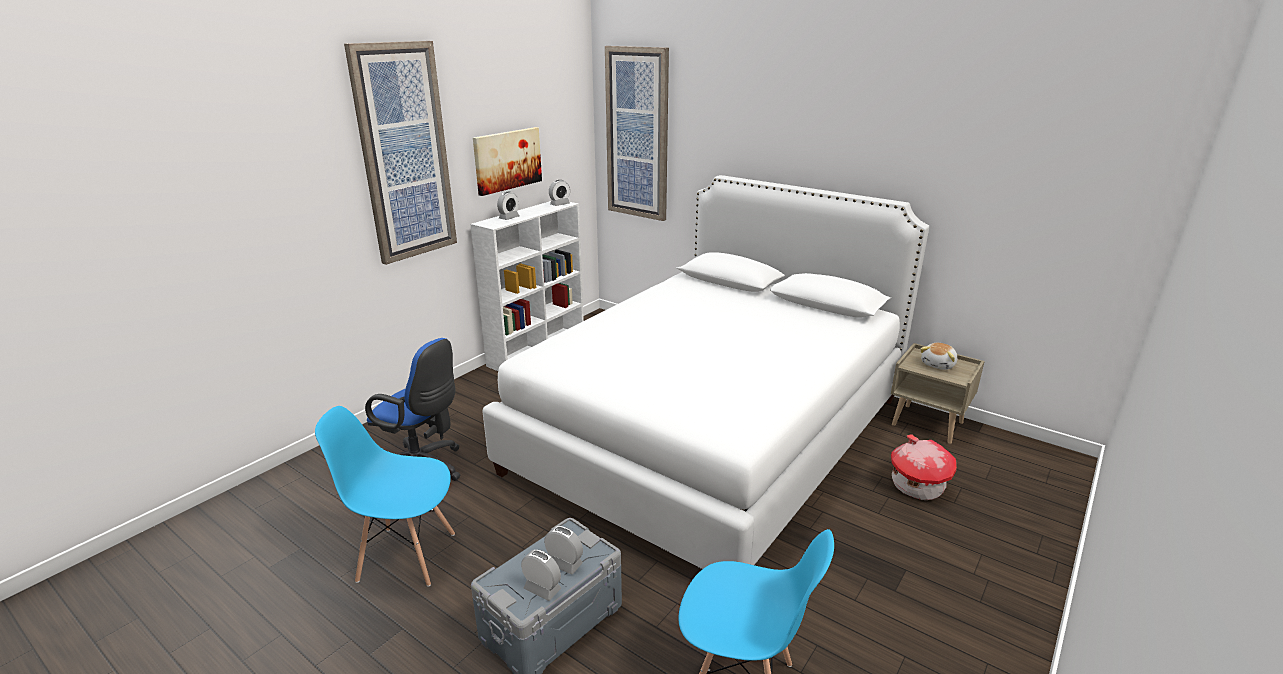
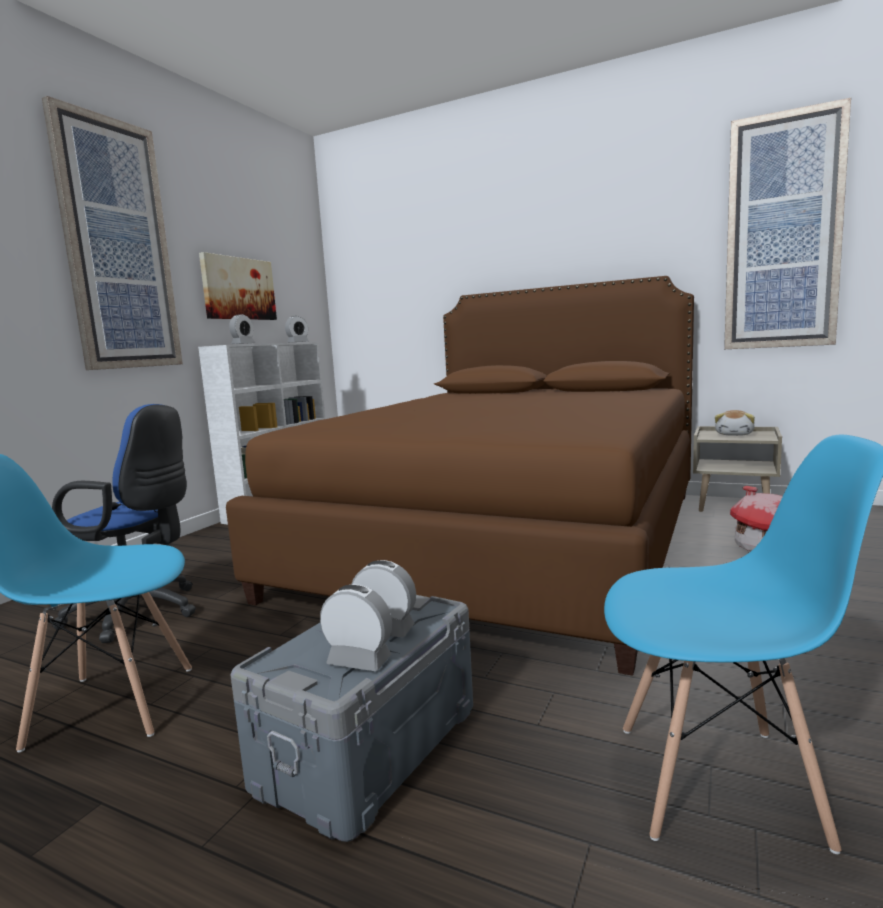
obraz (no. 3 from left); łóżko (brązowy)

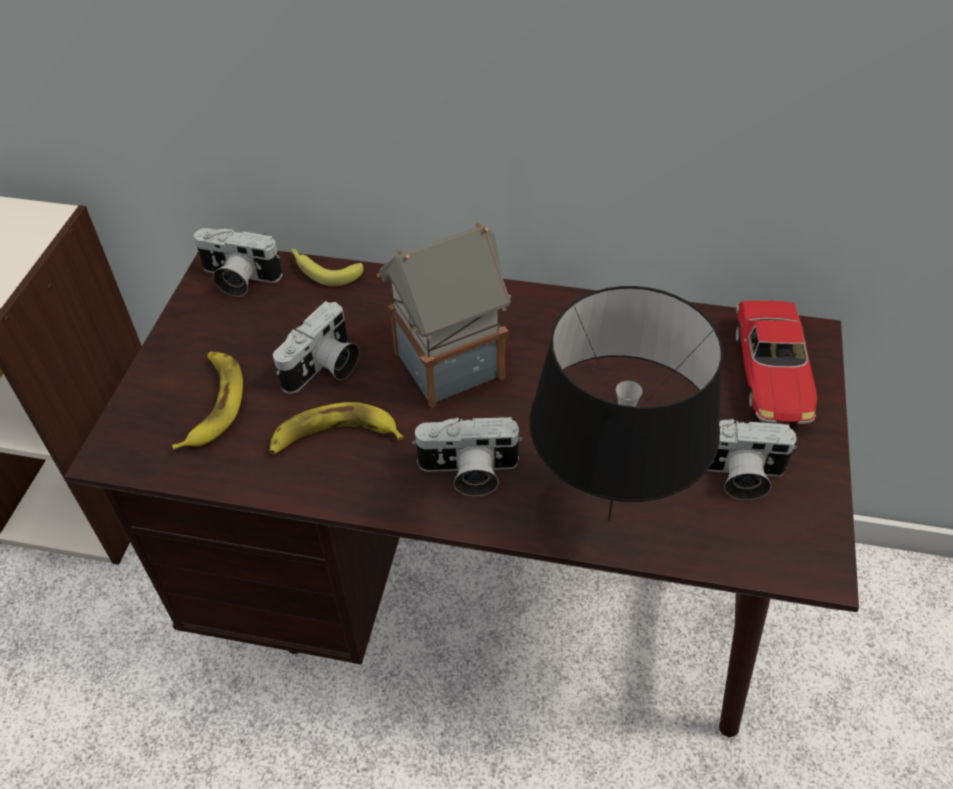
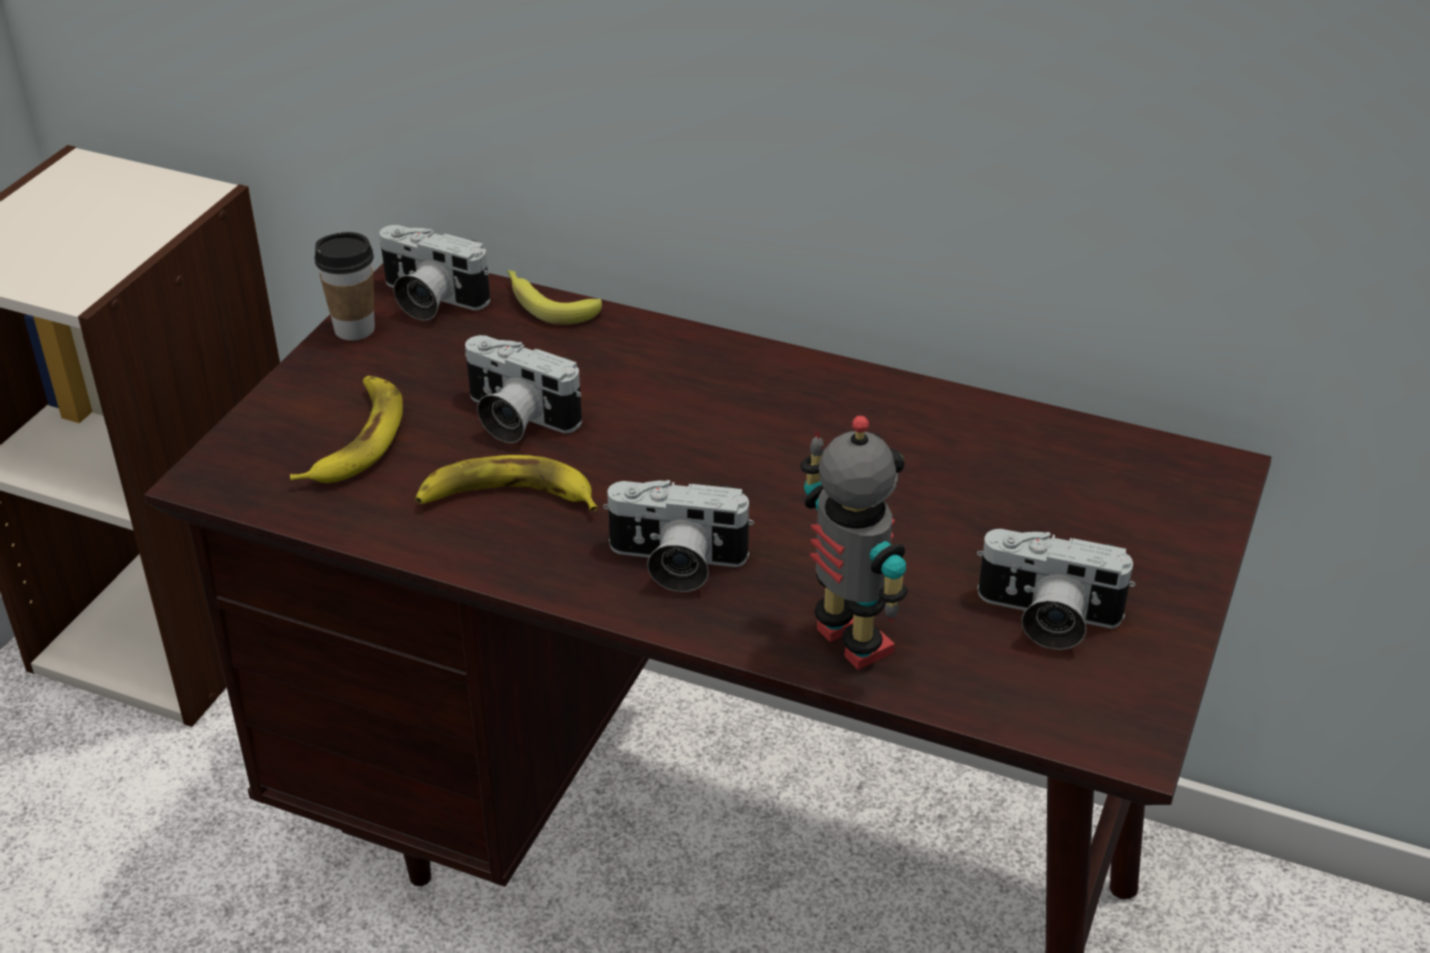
domek; samochodzik; filiżanka; robot zabawkowy; aparat fotograficzny (no. 2 from left)

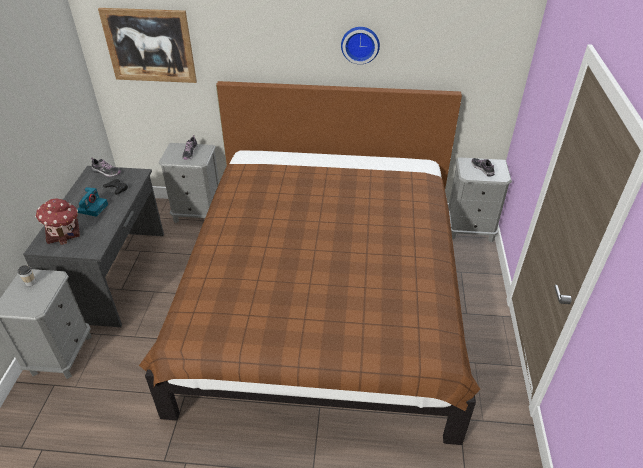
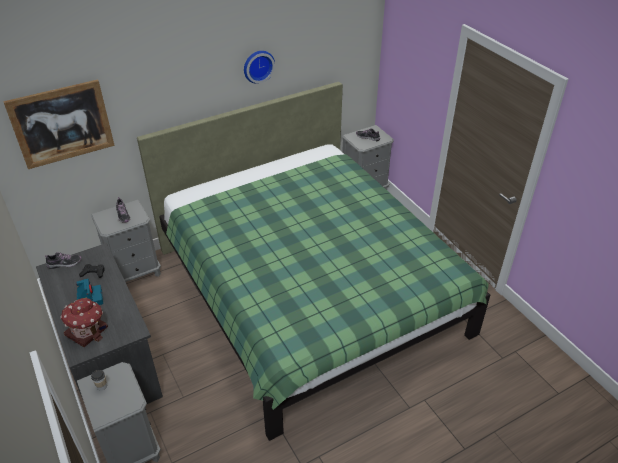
łóżko (zielony)

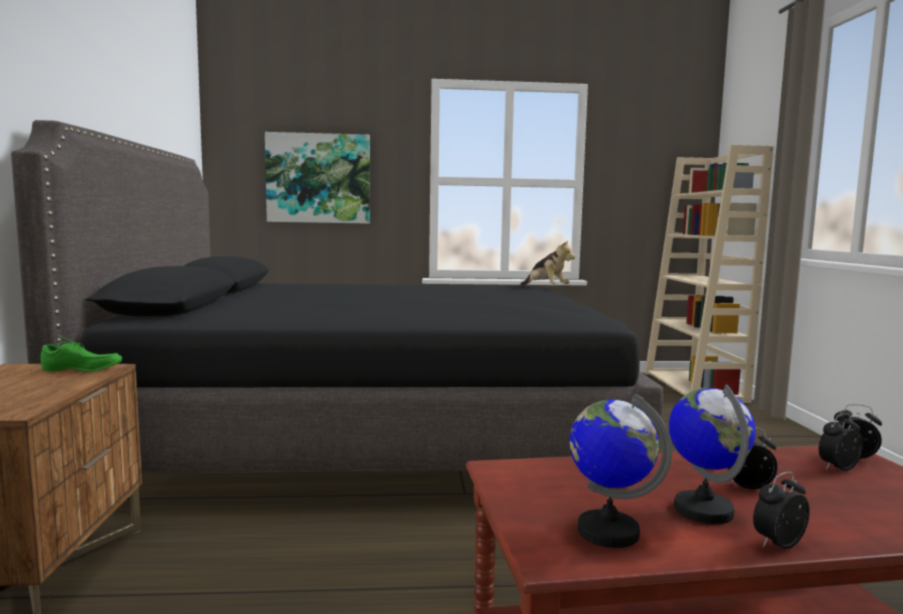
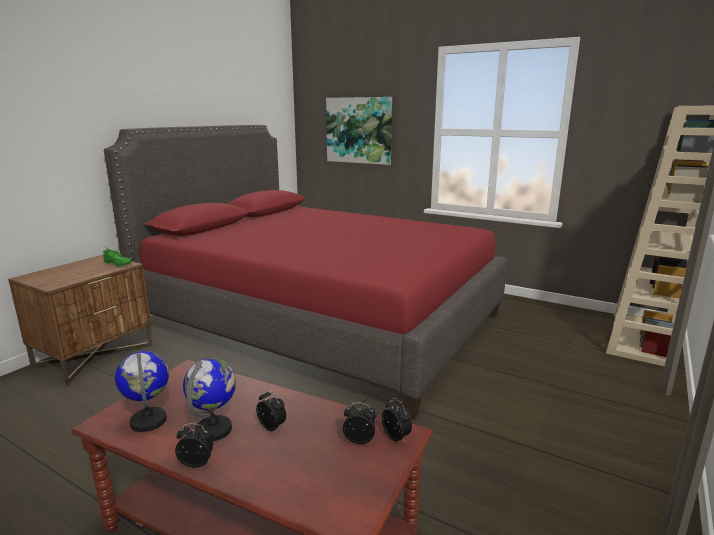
pluszak; łóżko (czerwony)

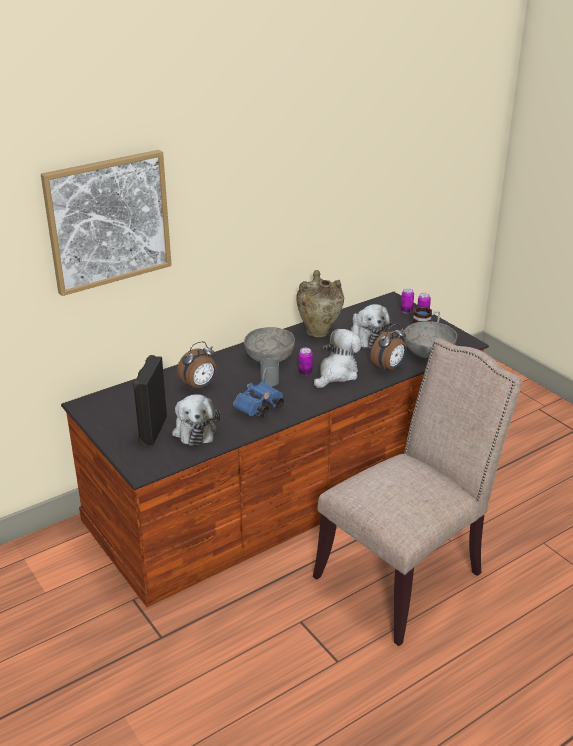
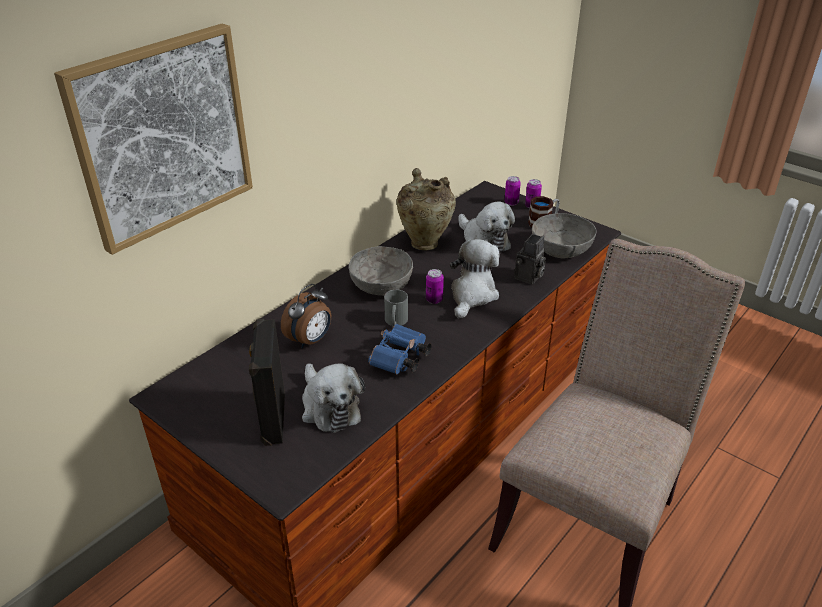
aparat fotograficzny

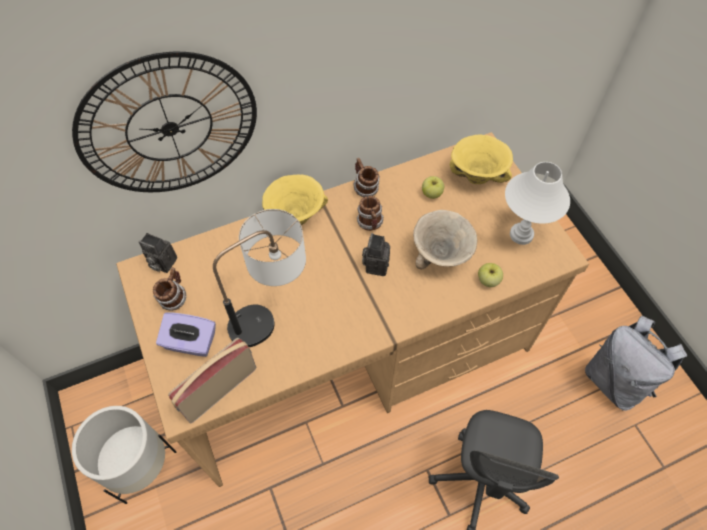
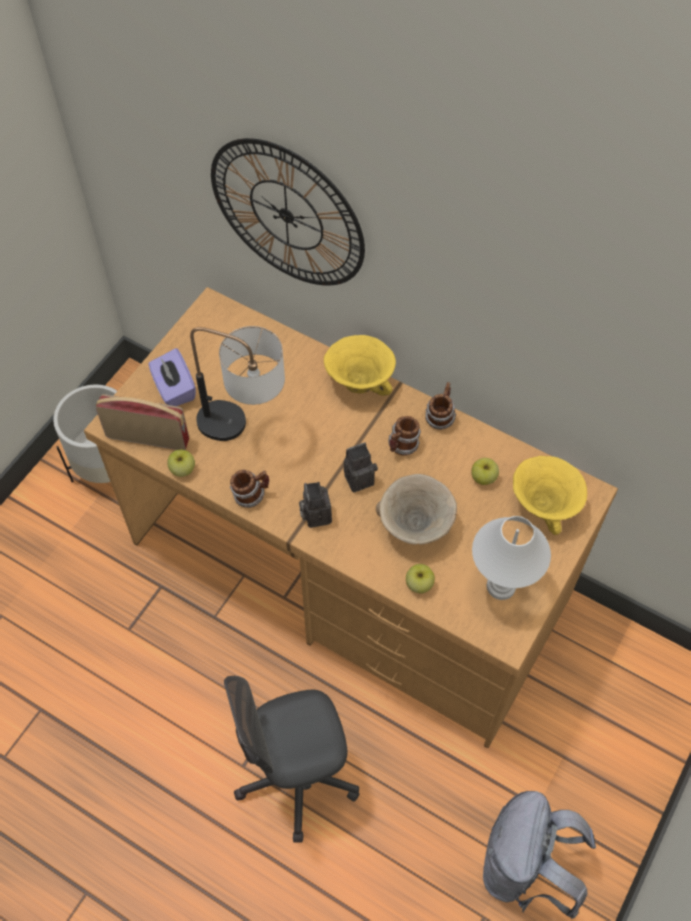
jabłko (no. 1 from left); aparat fotograficzny (no. 1 from left); kubek (no. 1 from left)

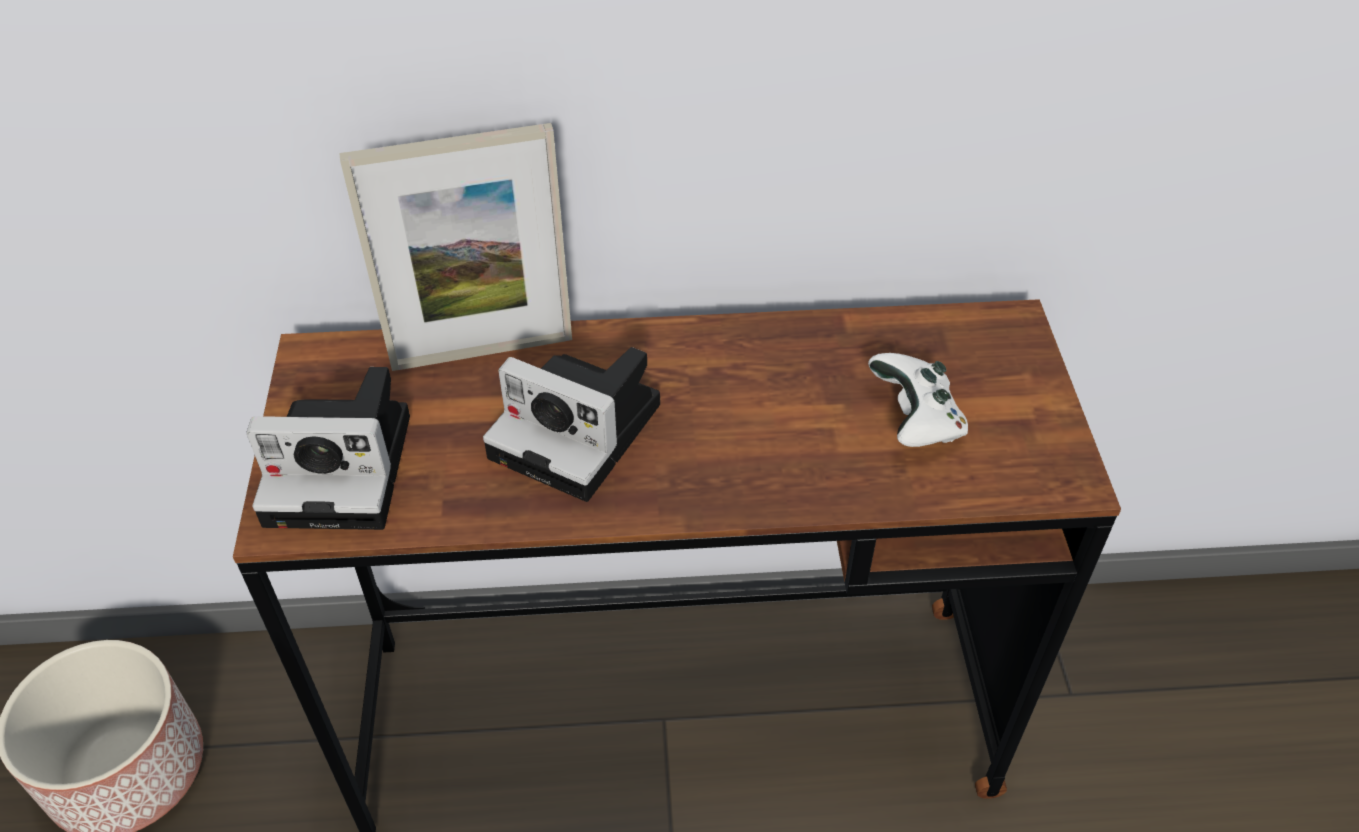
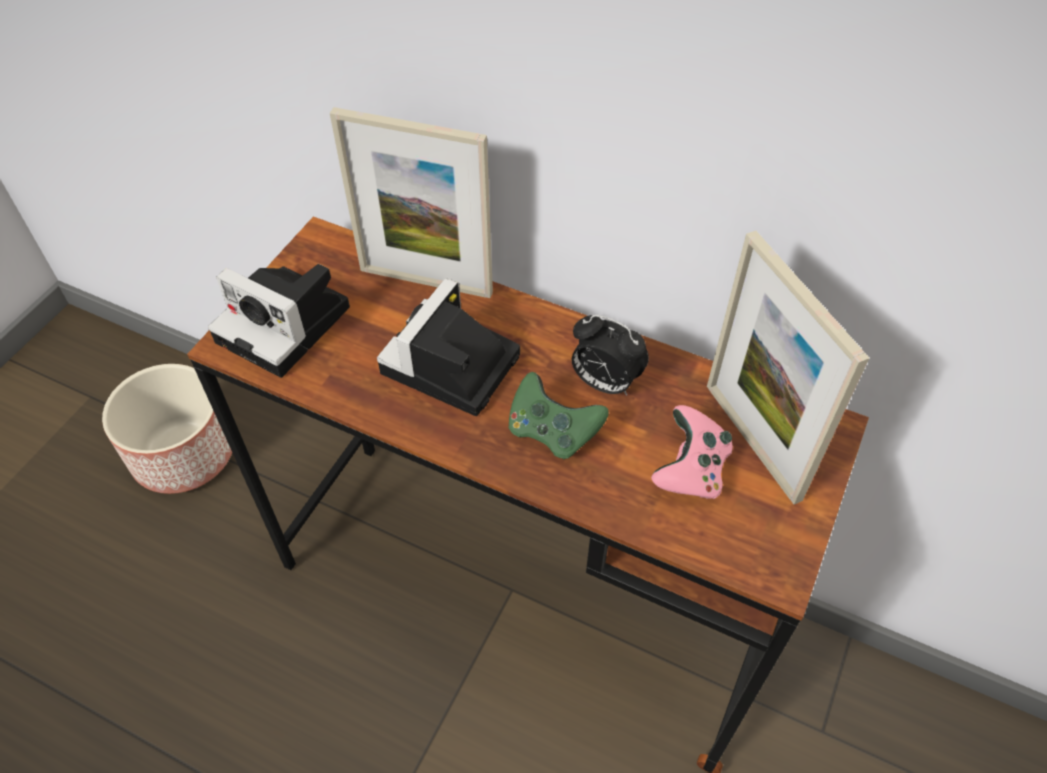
pad do gier (zielony); budzik; ramka na zdjęcie (no. 2 from left); pad do gier (różowy); aparat fotograficzny (no. 2 from left)

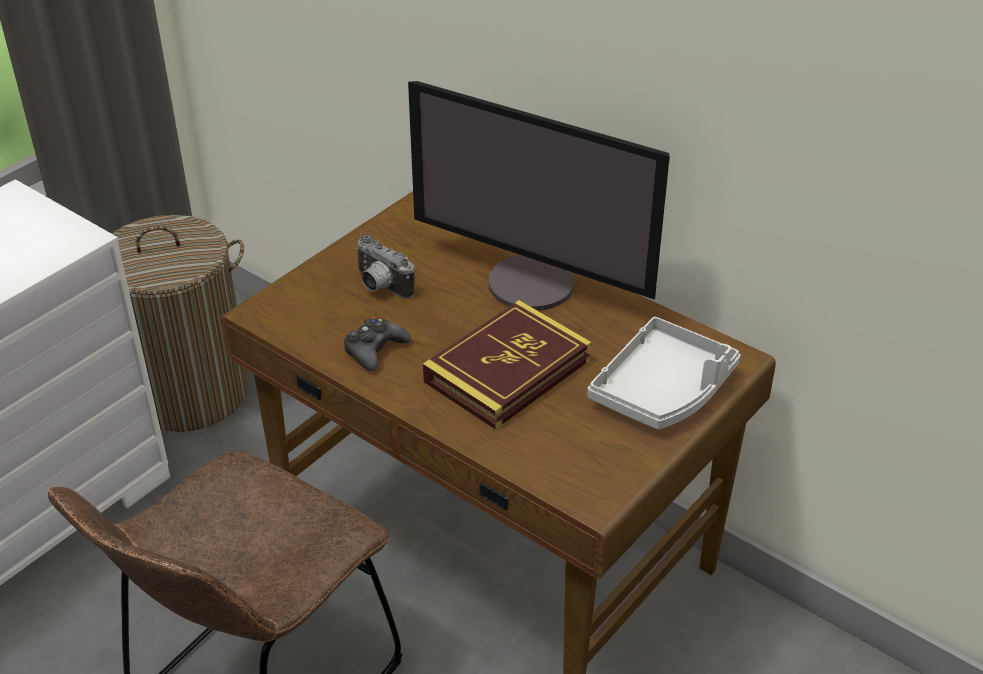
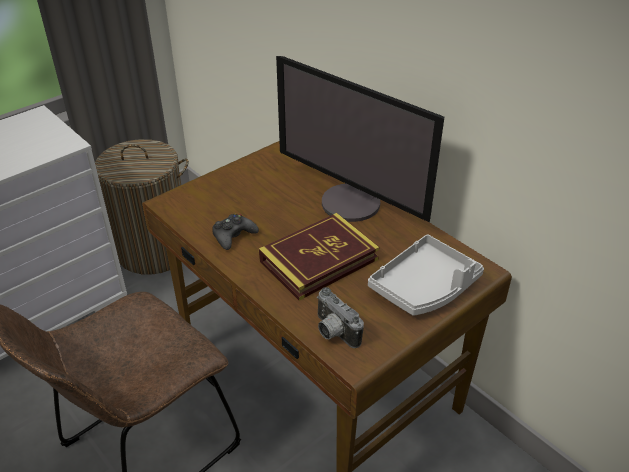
aparat fotograficzny

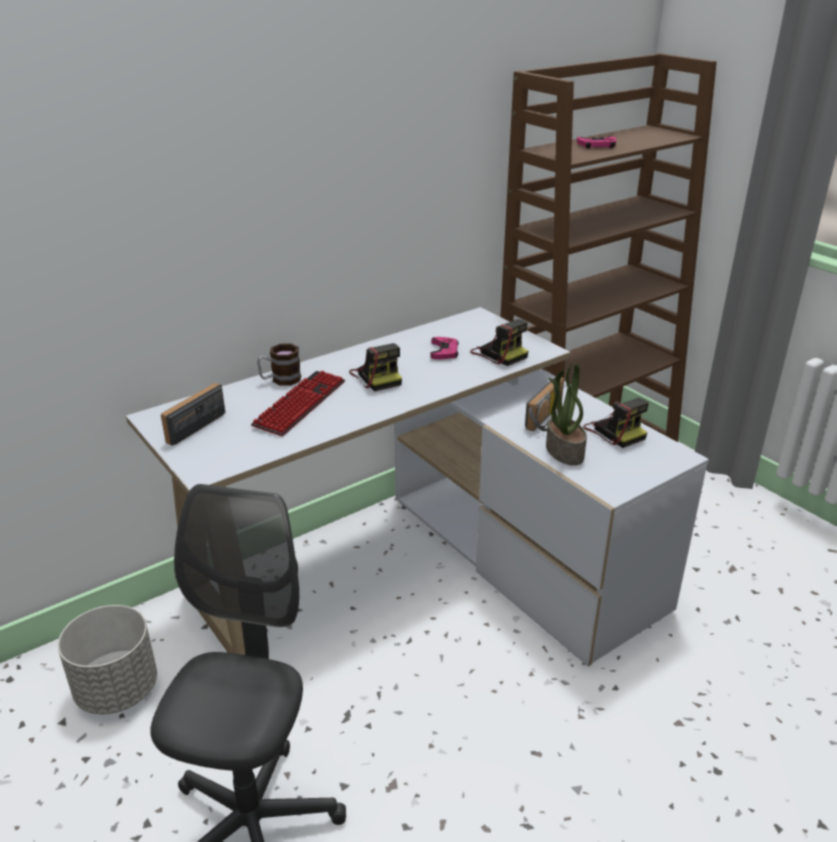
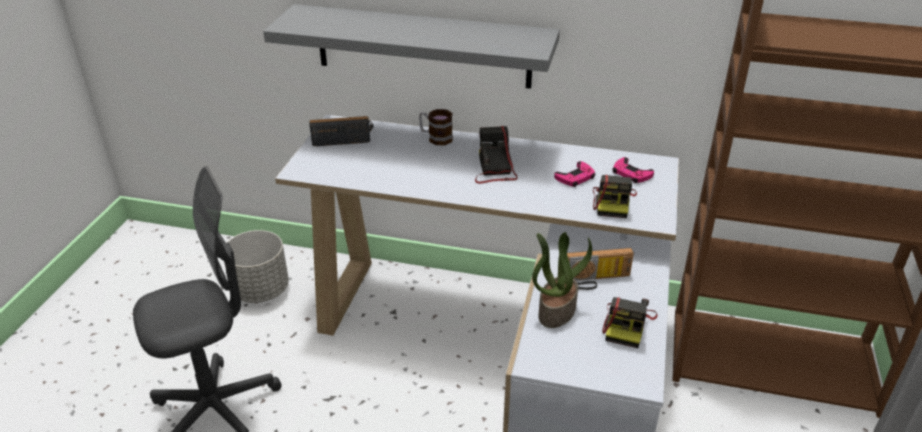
klawiatura; półka (szary); pad do gier (różowy) (no. 2 from left); aparat fotograficzny (no. 1 from left)

